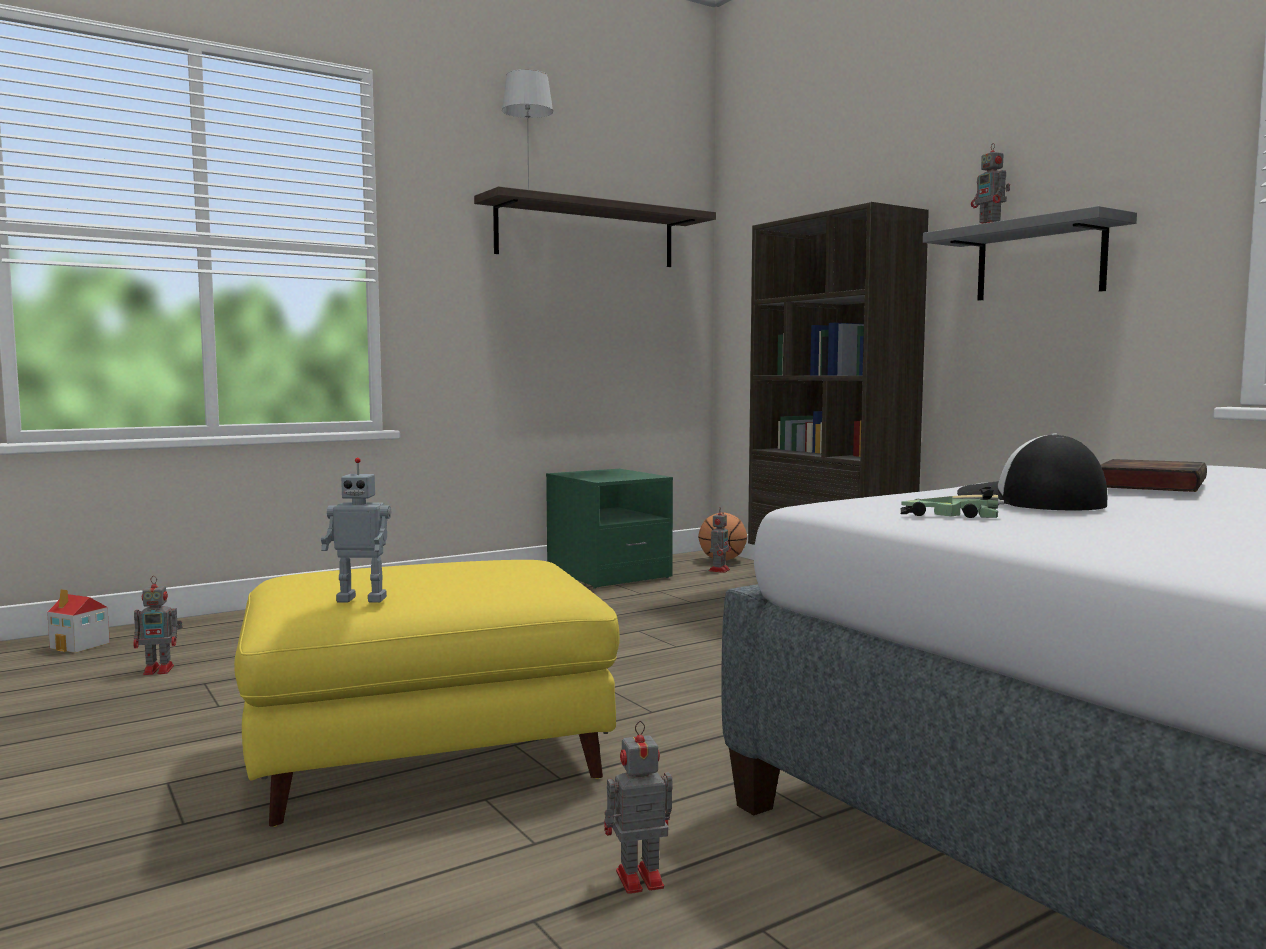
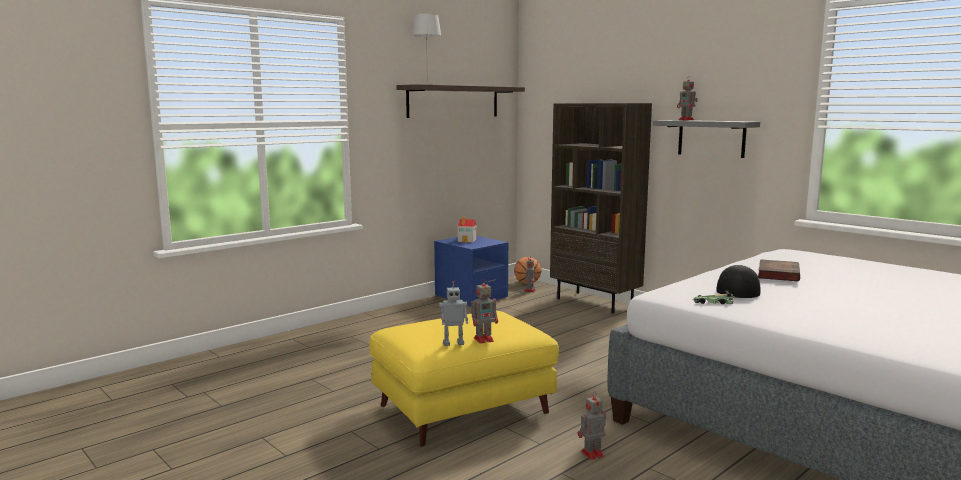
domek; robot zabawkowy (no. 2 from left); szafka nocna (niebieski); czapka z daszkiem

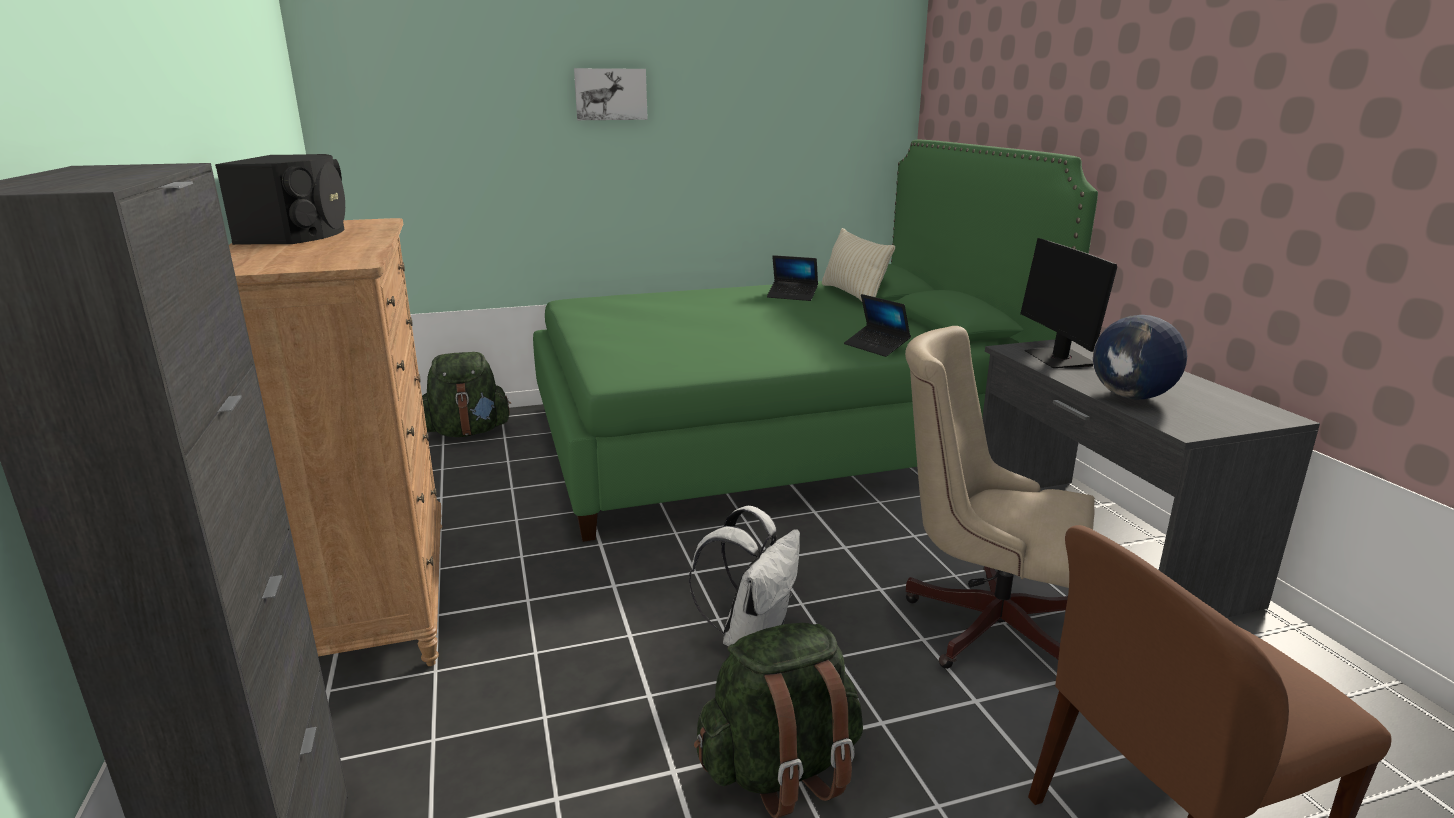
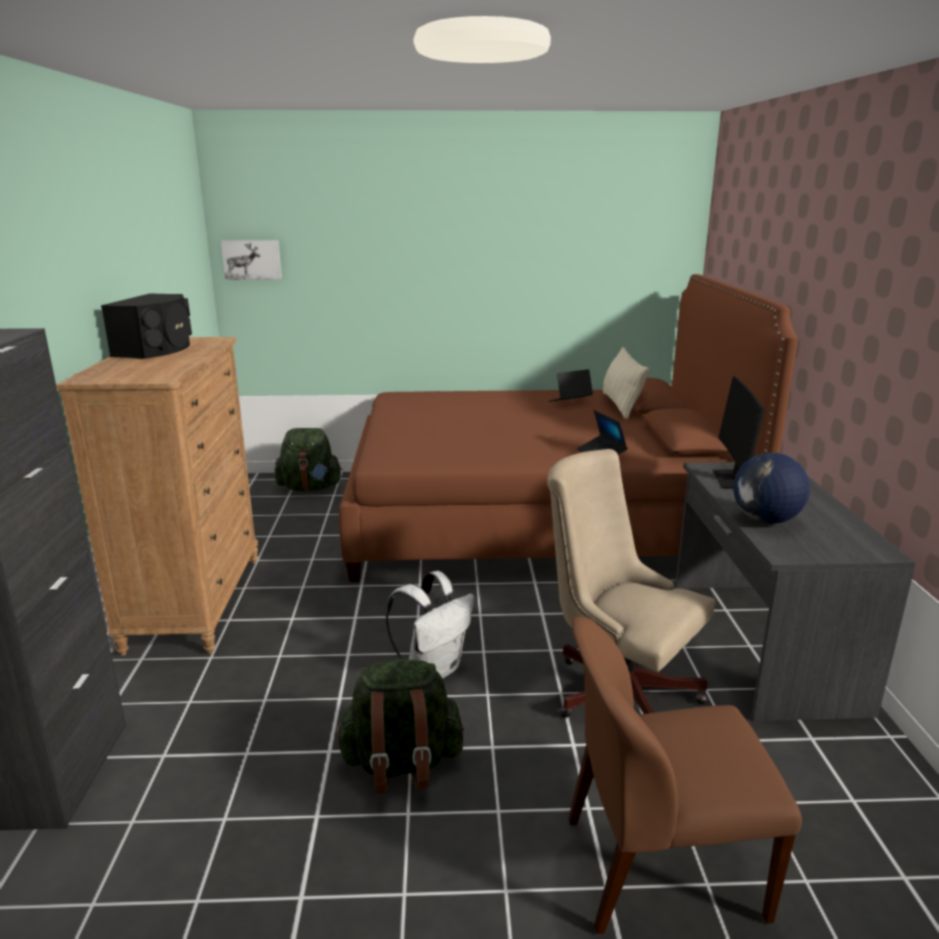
obraz; łóżko (brązowy); laptop (no. 1 from left)

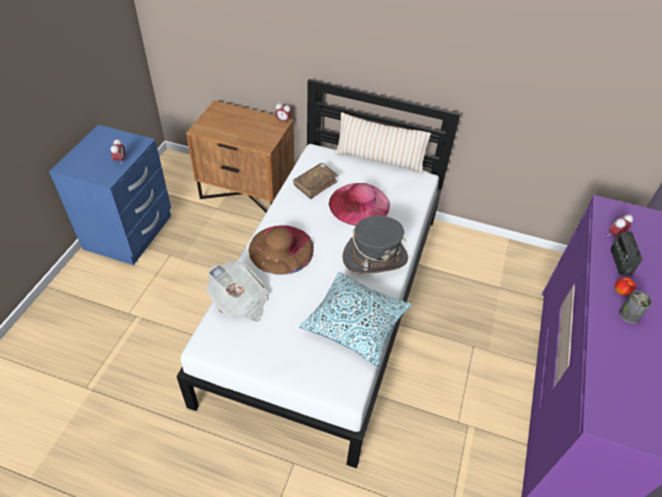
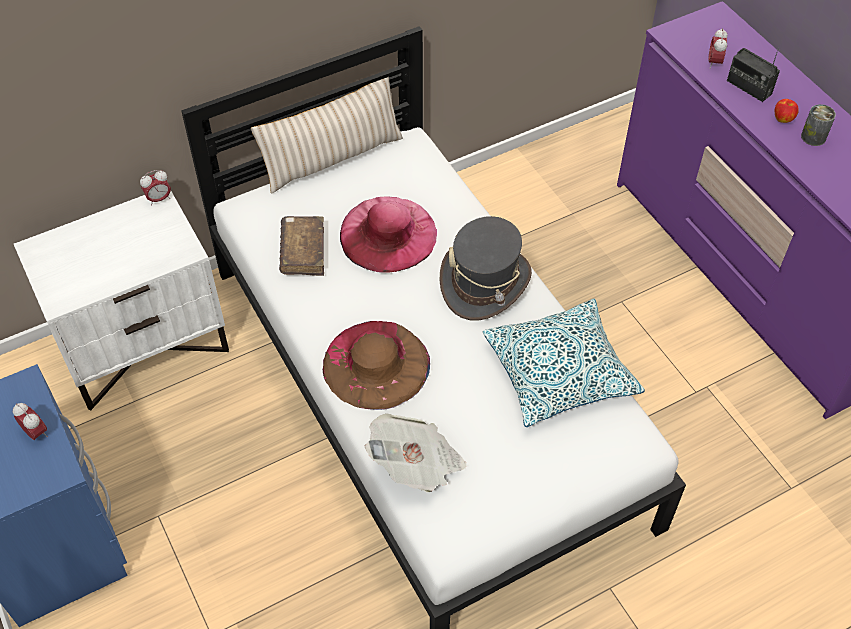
szafka nocna (biały)

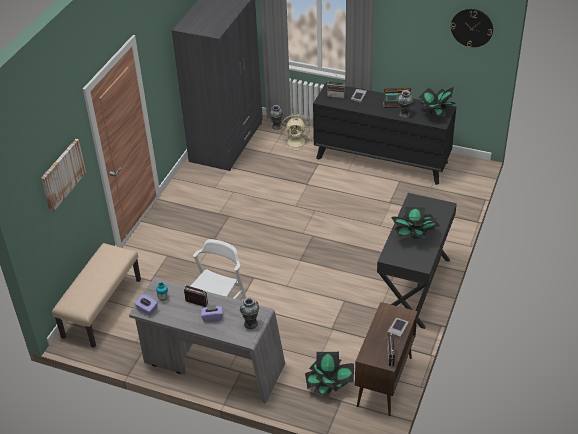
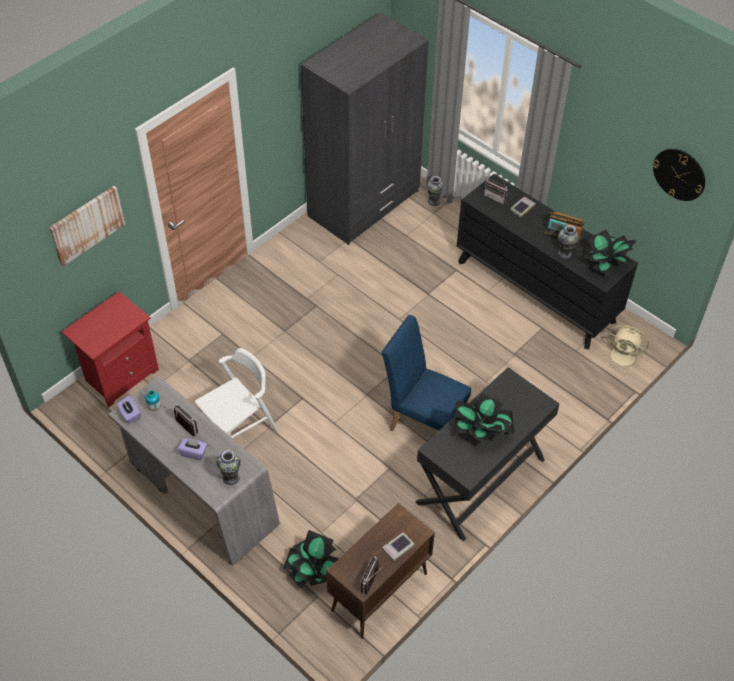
krzesło (niebieski); wentylator (beżowy); szafka nocna (czerwony)

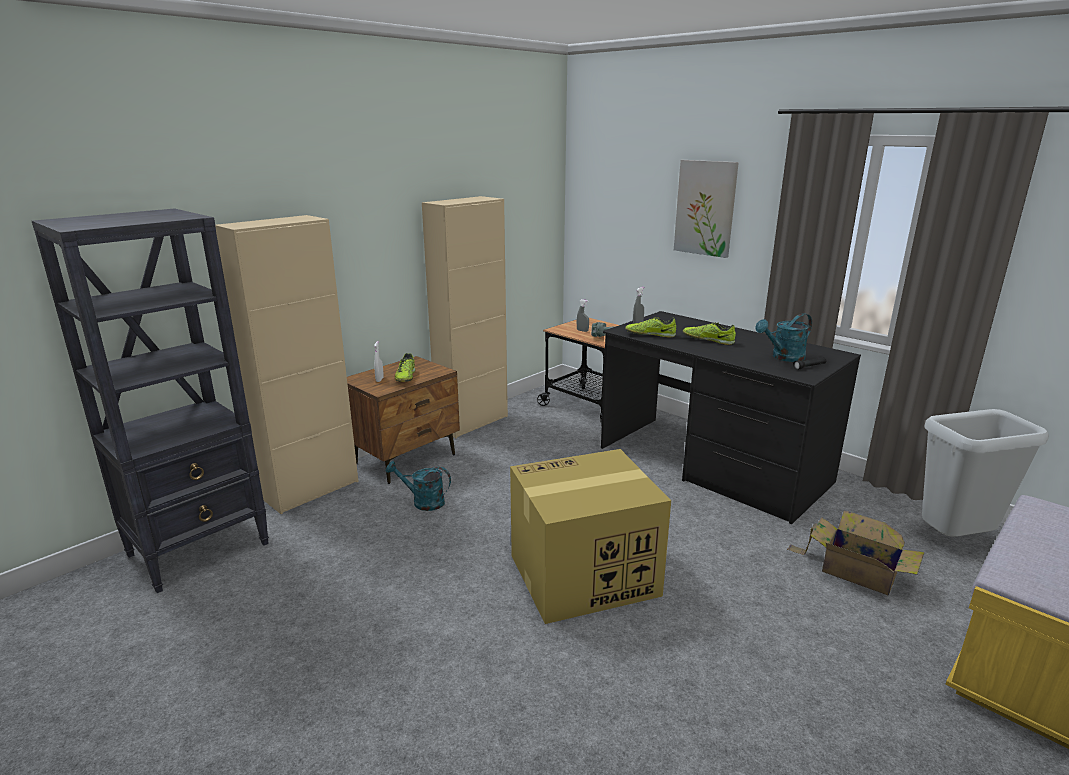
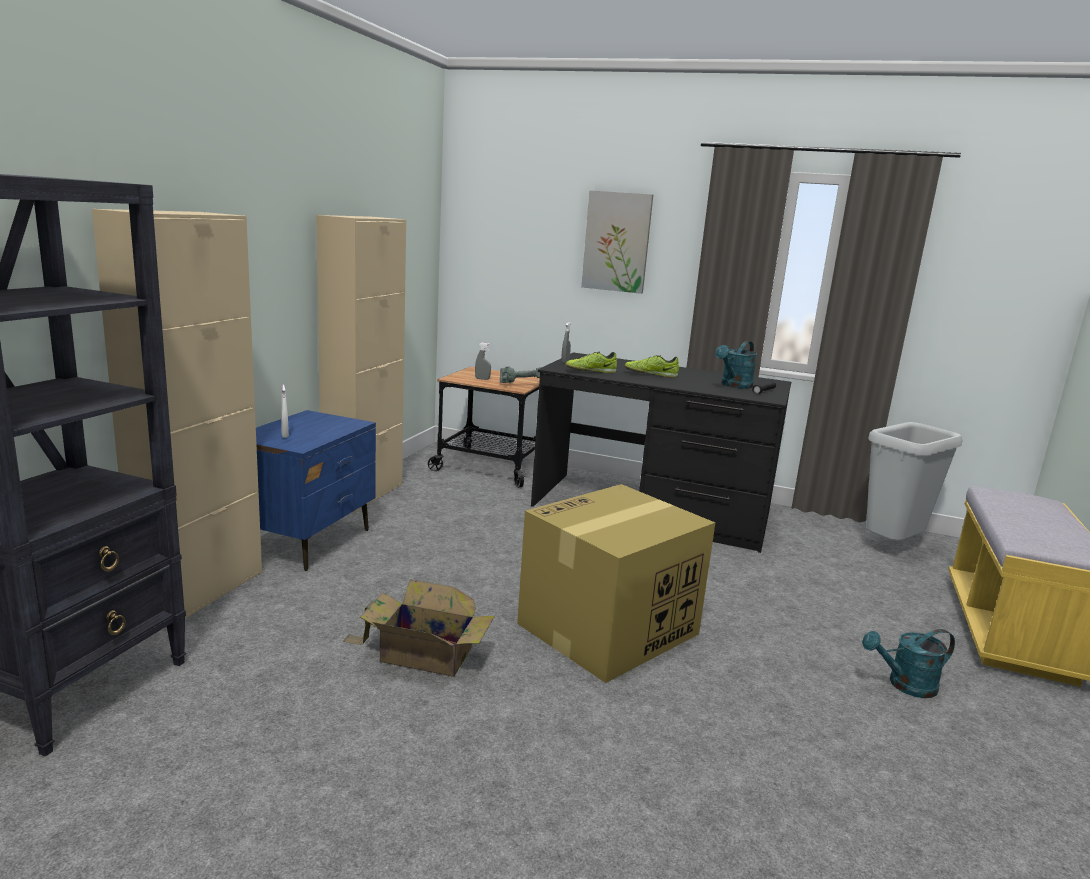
but (no. 1 from left in the first image); konewka (turkusowy) (no. 2 from left); karton (no. 1 from left); szafka nocna (niebieski)

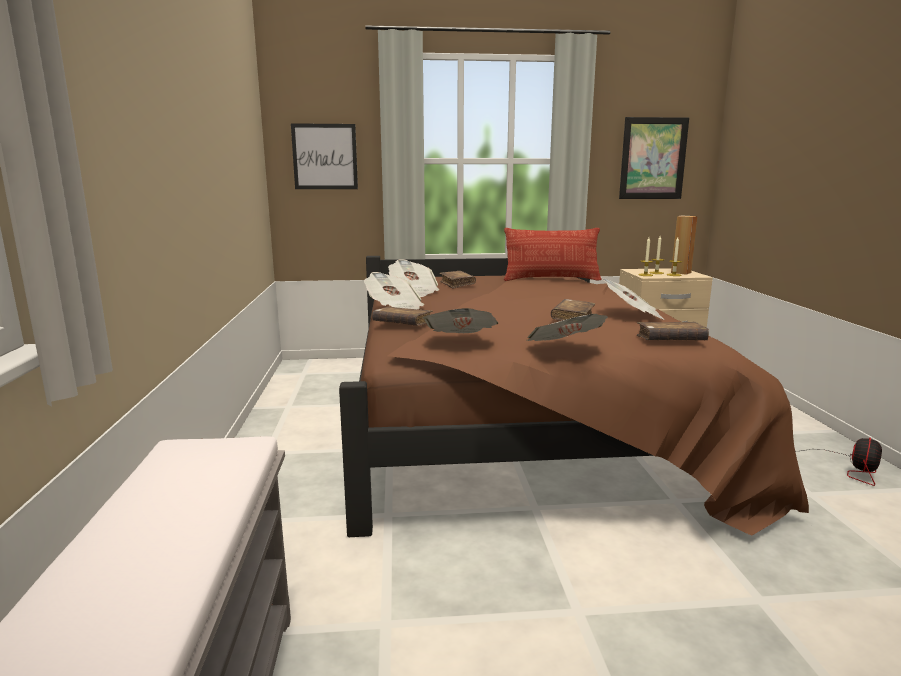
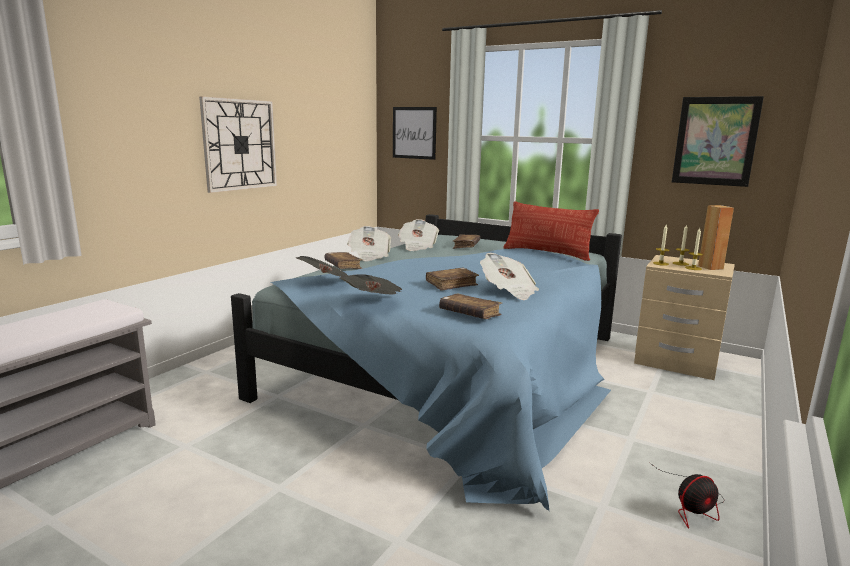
zegar ścienny; łóżko (niebieski)

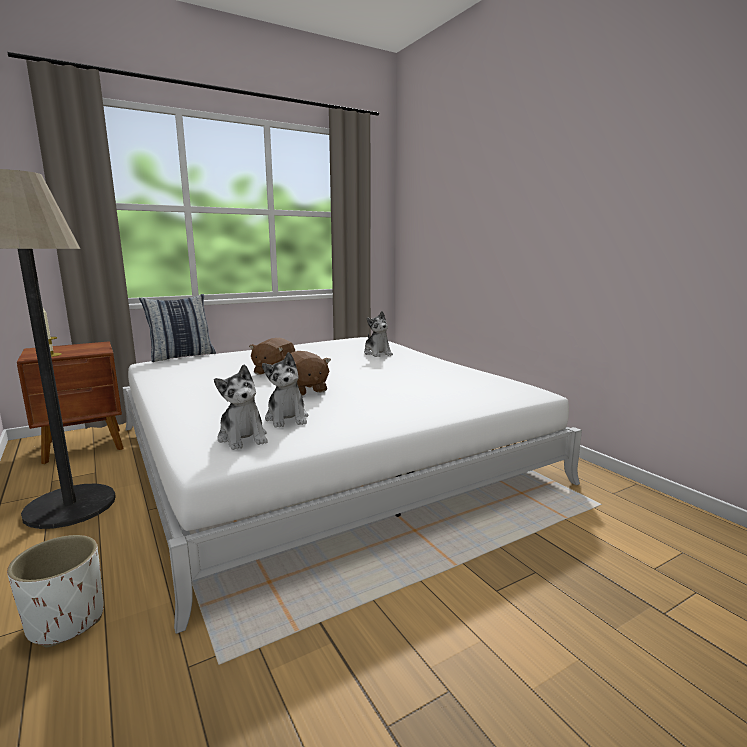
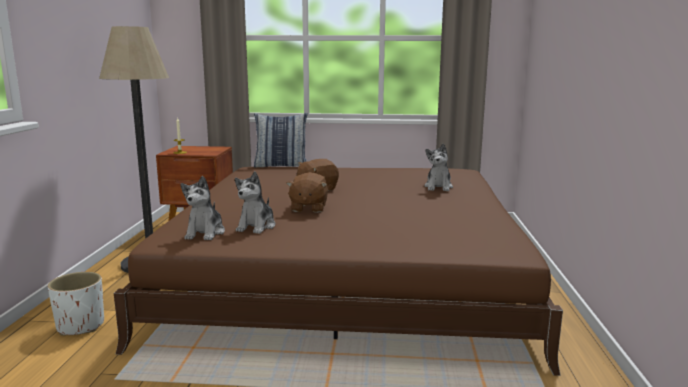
łóżko (brązowy)

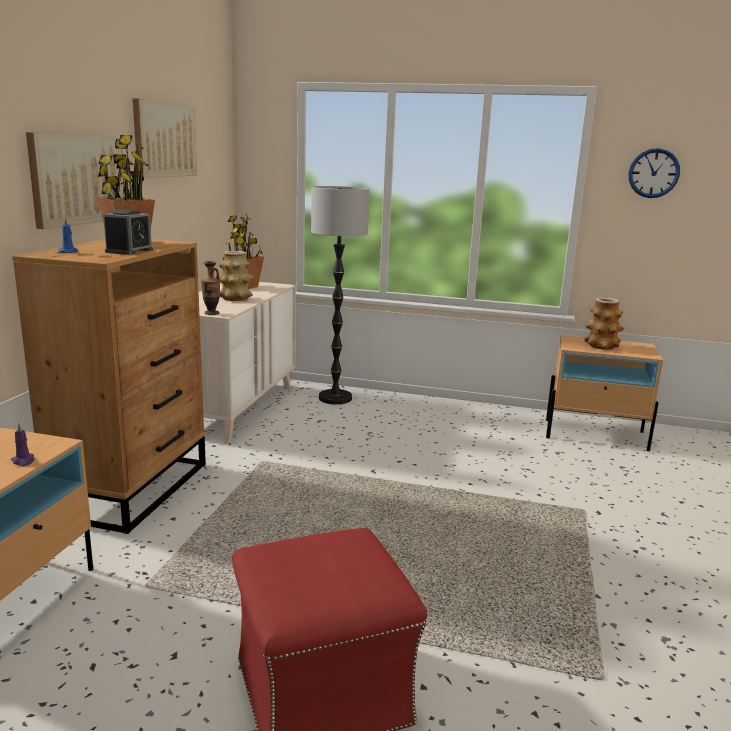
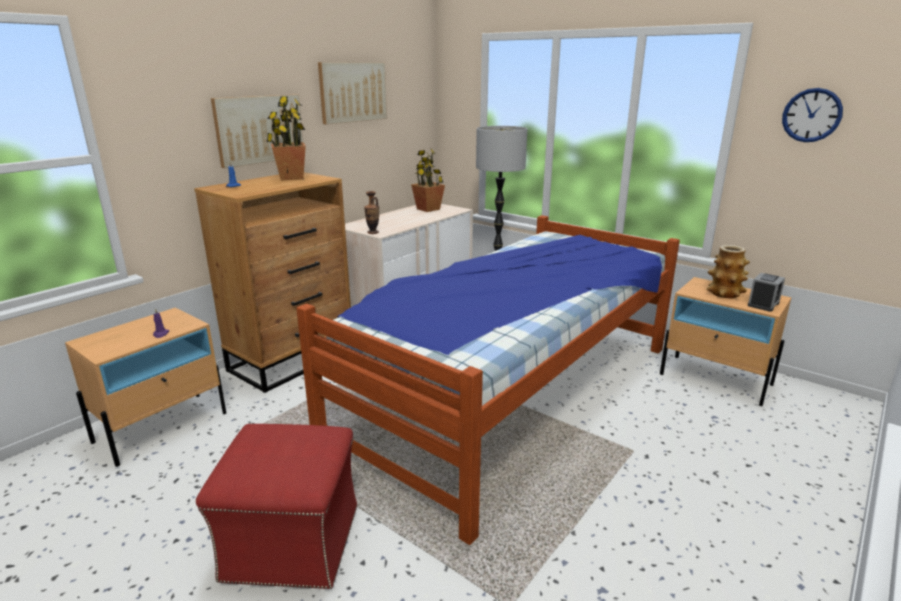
wazon (no. 2 from left in the first image); łóżko; budzik

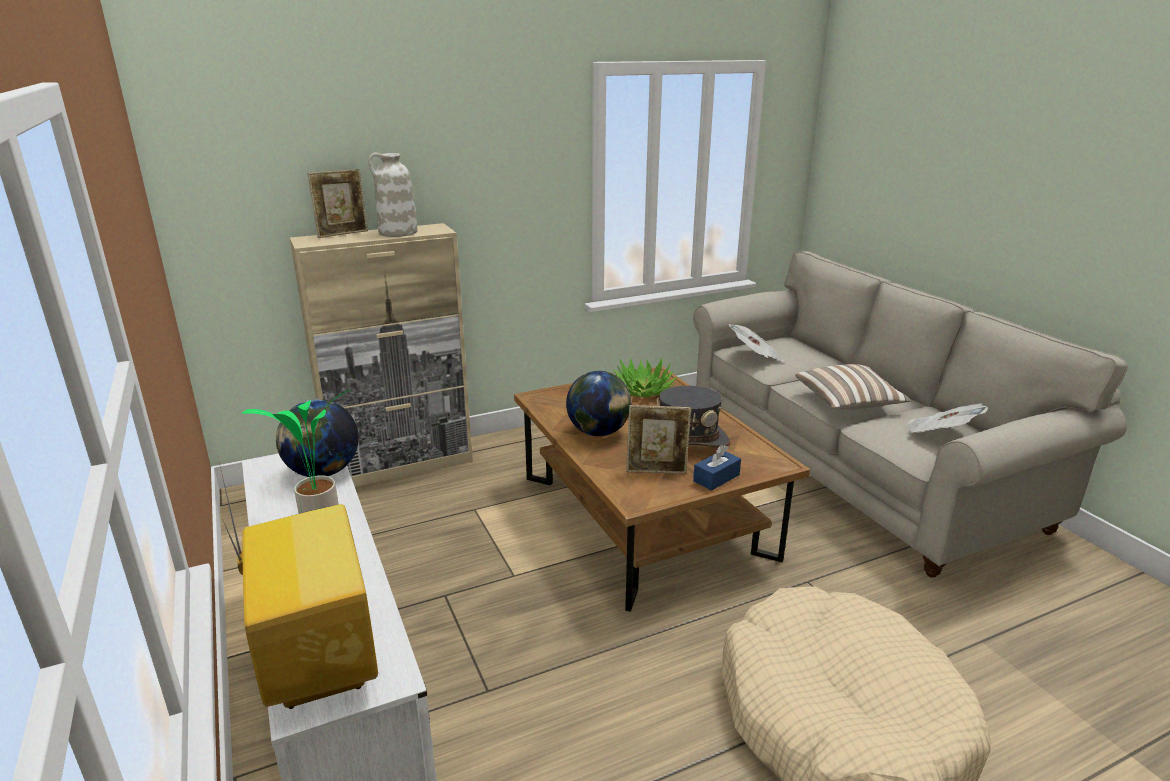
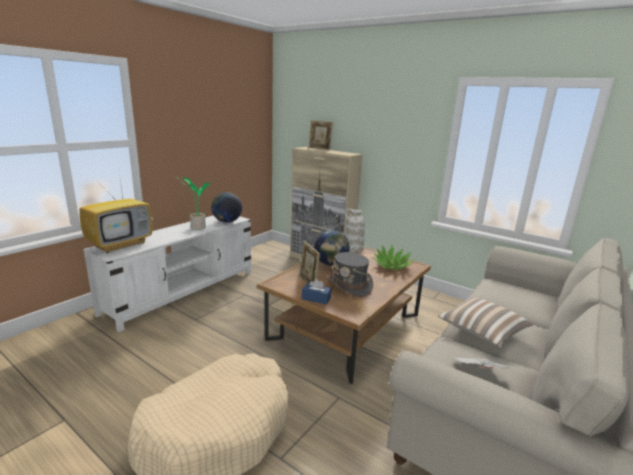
gazeta (no. 1 from left in the first image); wazon (biały)

